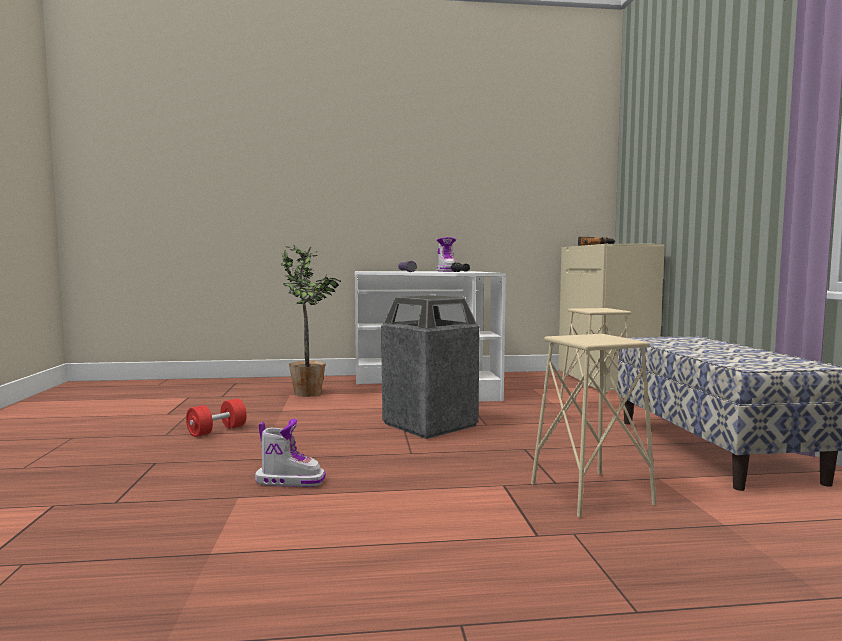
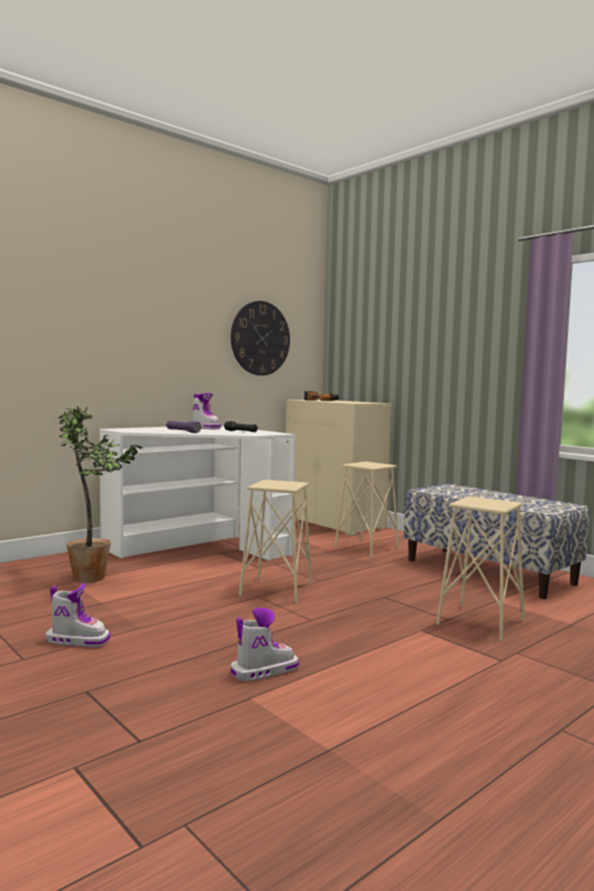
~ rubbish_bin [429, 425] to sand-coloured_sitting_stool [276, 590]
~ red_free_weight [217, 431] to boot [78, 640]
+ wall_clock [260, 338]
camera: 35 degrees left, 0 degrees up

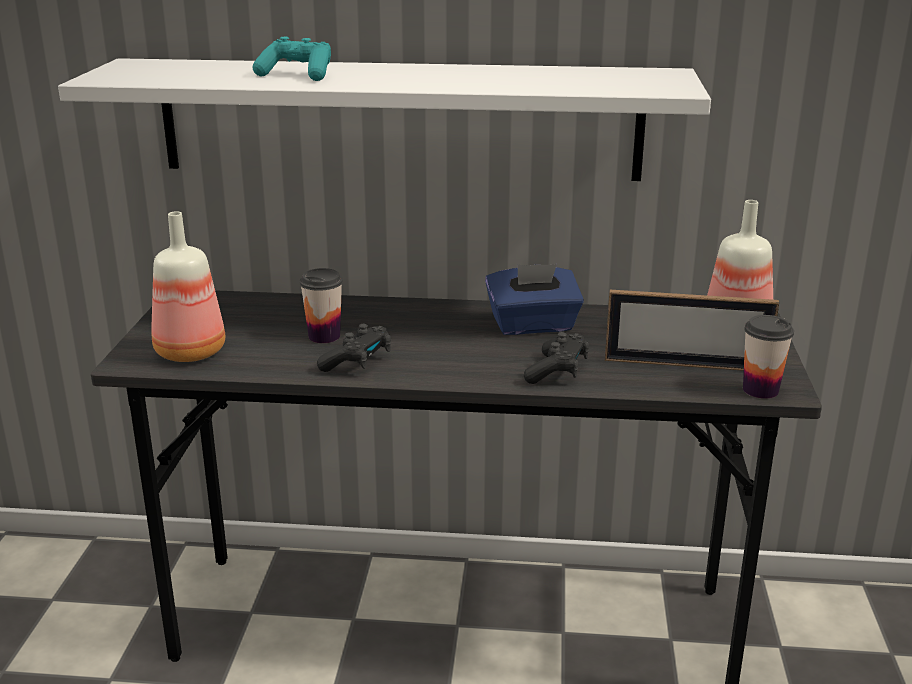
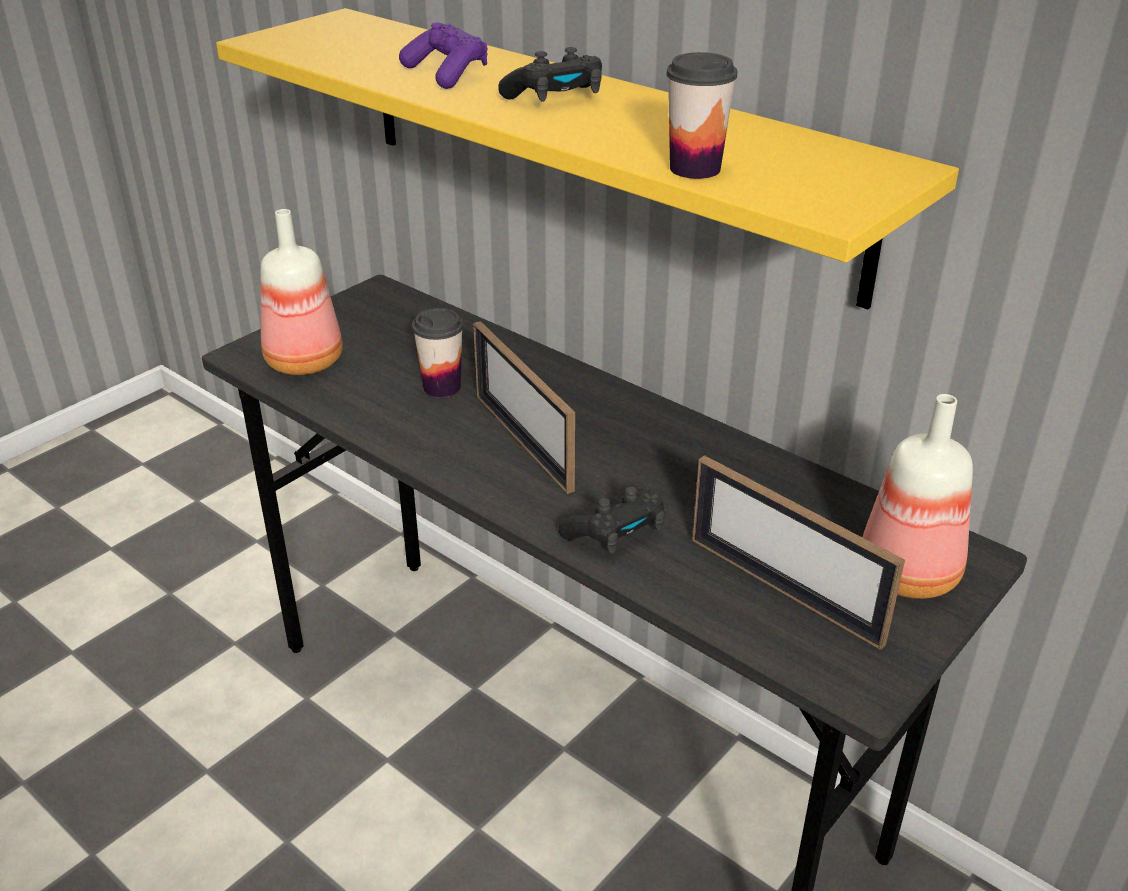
~ blue-green_game_controller [297, 75] to purple_game_controller [446, 74]
~ whitish_bracket_shelf [399, 119] to yellow-coloured_bracket_shelf [597, 145]
- bluish_tissue_holder [533, 326]
~ cup [760, 390] to [695, 169]
~ black-coloured_game_controller [357, 362] to [556, 99]
+ picture_frame [523, 441]
camera: 35 degrees right, 10 degrees up

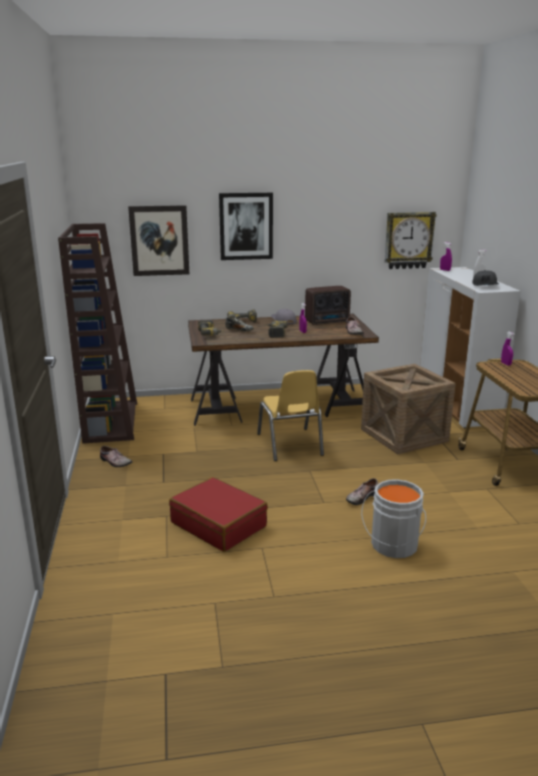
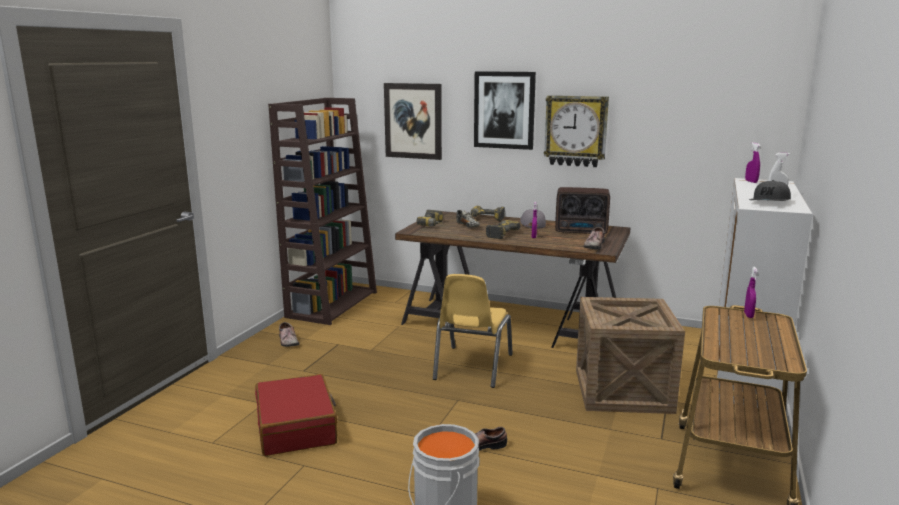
~ wall_clock [408, 240] to [576, 131]
camera: 30 degrees right, 5 degrees down

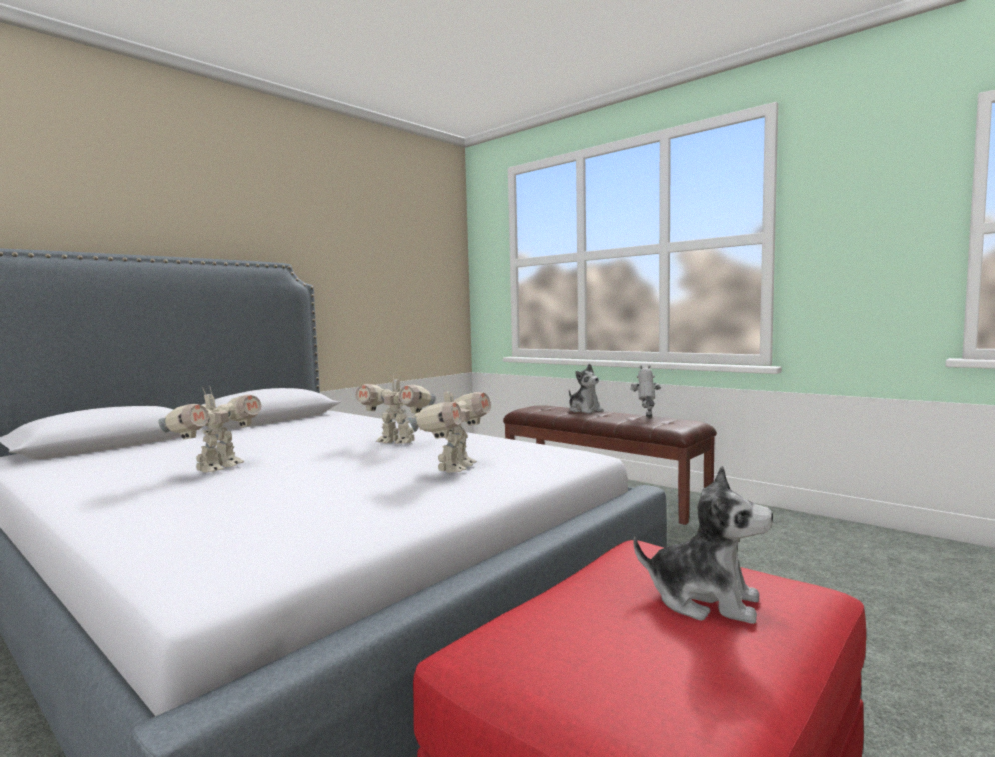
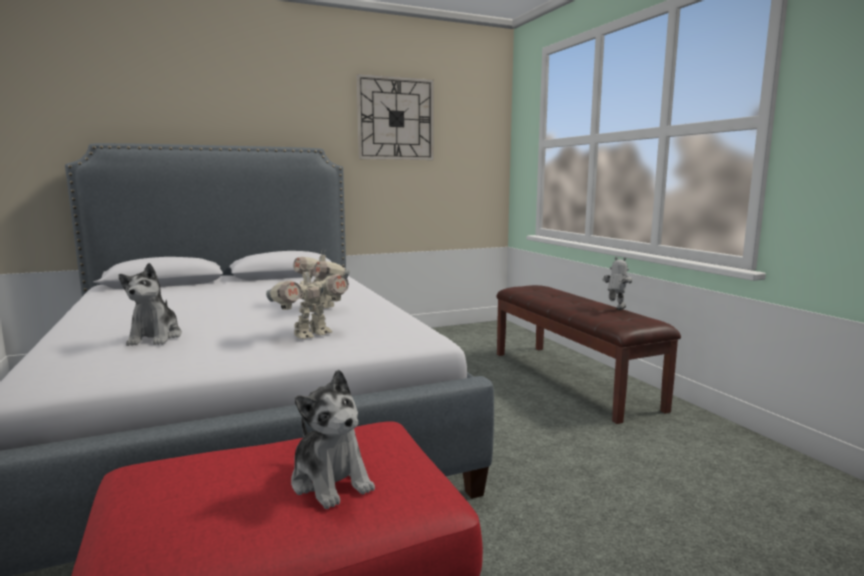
~ plush_toy [584, 410] to [155, 337]
- robot_figure [217, 468]
+ wall_clock [396, 119]
camera: 25 degrees right, 5 degrees up

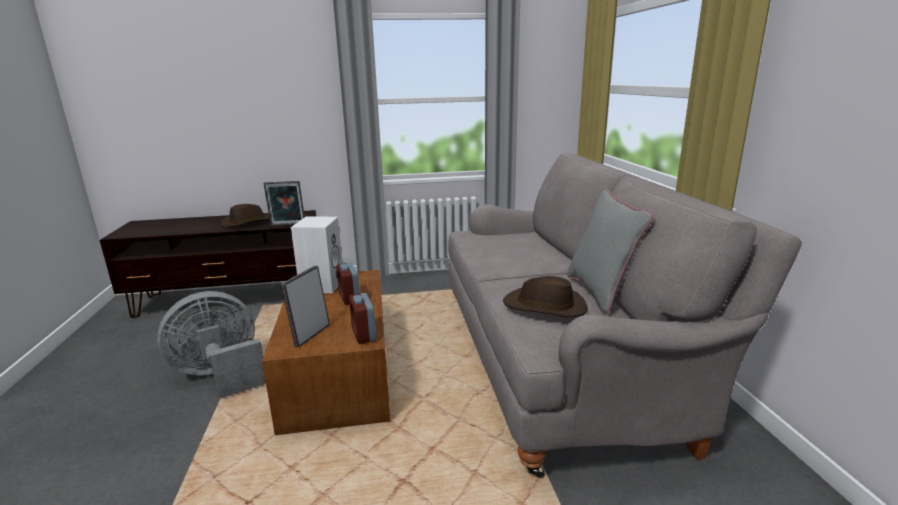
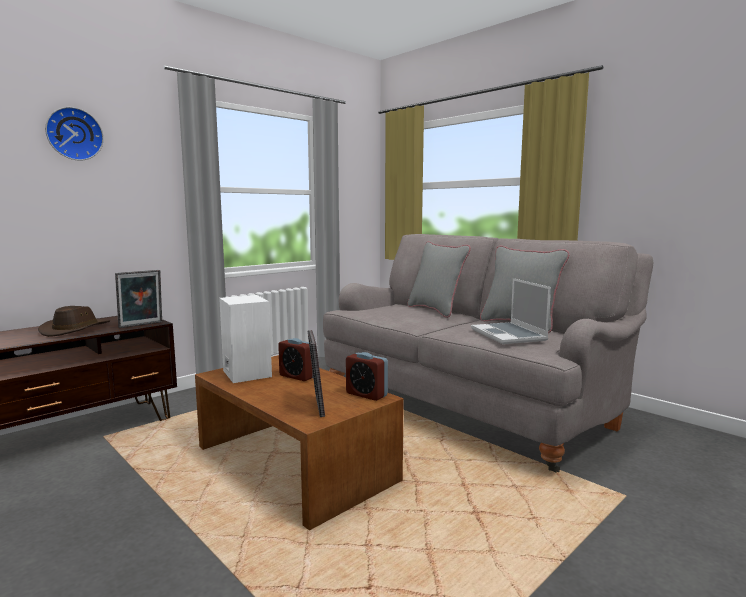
~ brown-coloured_clothing_hat [545, 306] to laptop [509, 335]
- grey_fan [221, 375]
+ wall_clock [74, 134]
+ grey_pillow [436, 310]
camera: 35 degrees left, 10 degrees down

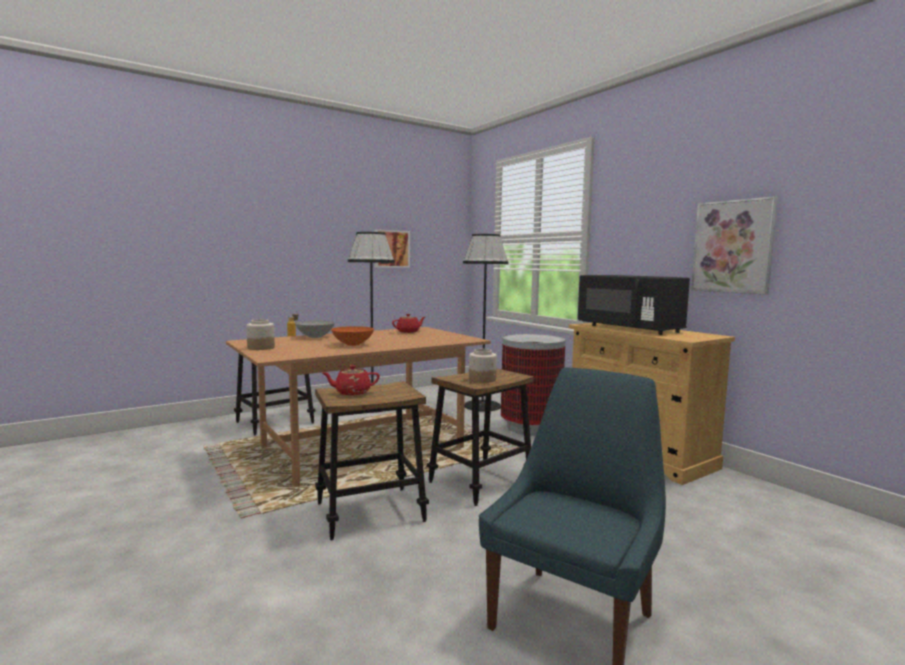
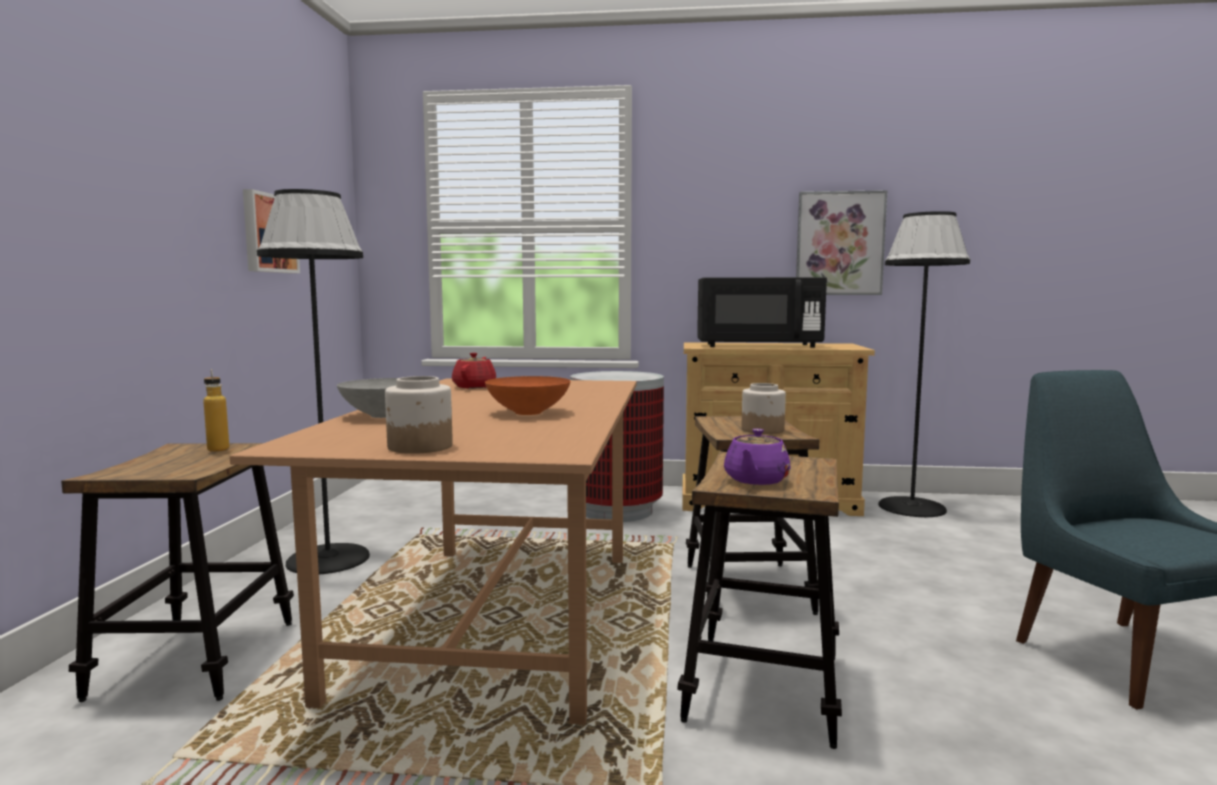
~ black-coloured_standing_lamp [482, 406] to [912, 507]
~ red_pot_for_tea [352, 392] to purple_pot_for_tea [755, 480]
camera: 50 degrees left, 0 degrees up

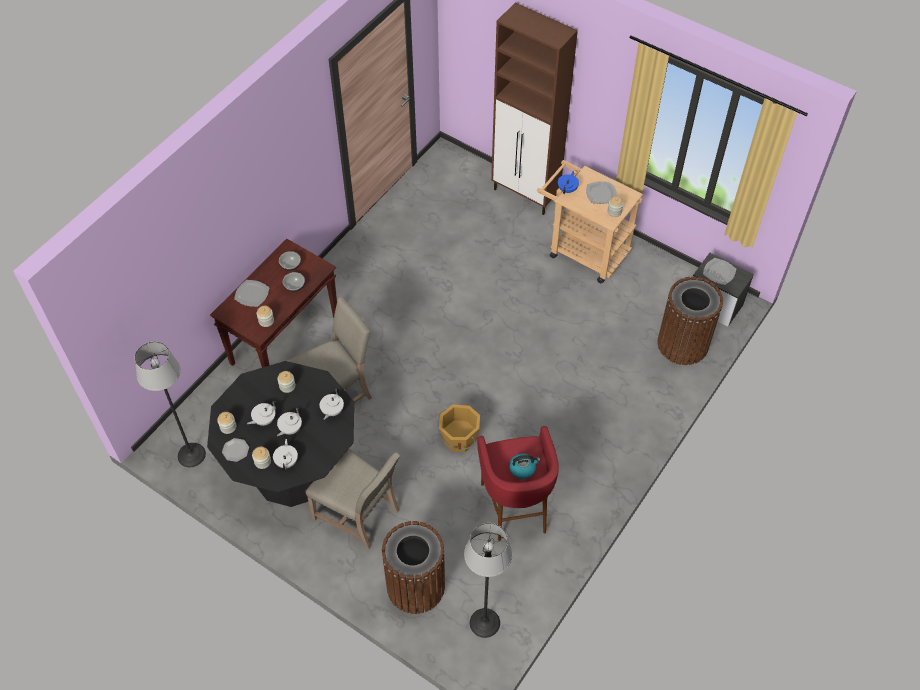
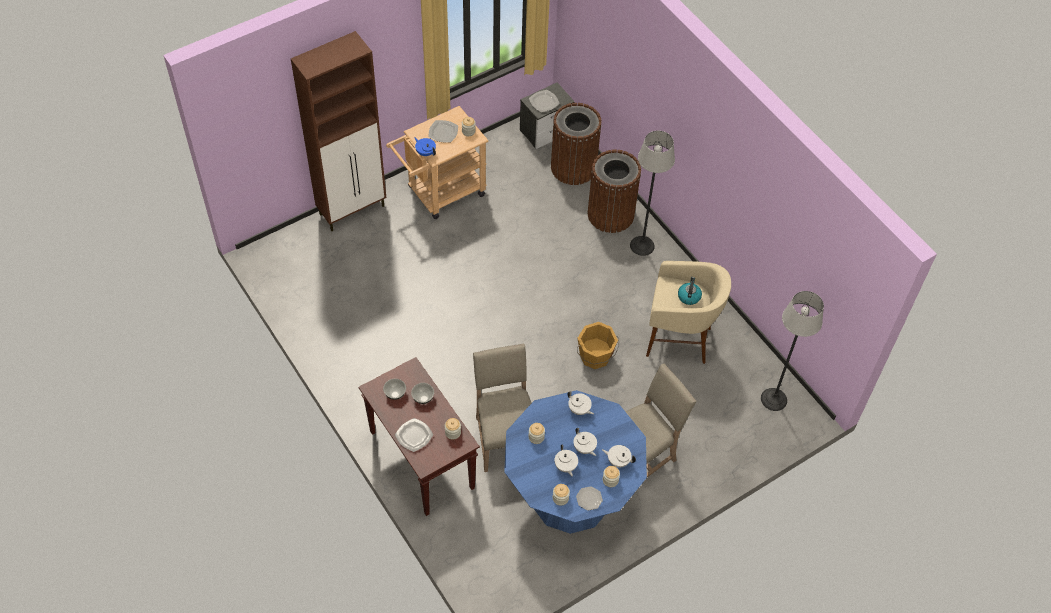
~ standing_lamp [191, 455] to [642, 246]
~ black-coloured_dining_table [293, 469] to bluish_dining_table [570, 496]
~ red_sitting_stool [515, 508] to sand-coloured_sitting_stool [679, 340]
~ brown-coloured_rubbish_bin [416, 586] to [611, 214]
camera: 70 degrees left, 0 degrees up

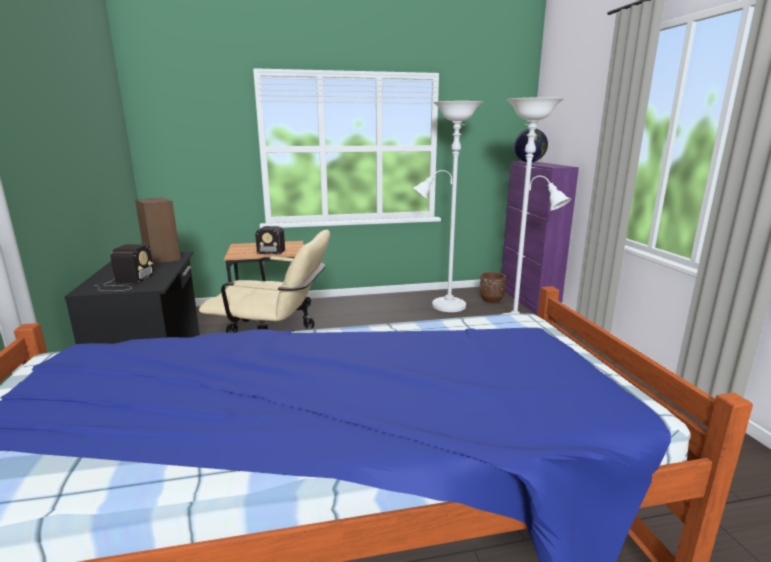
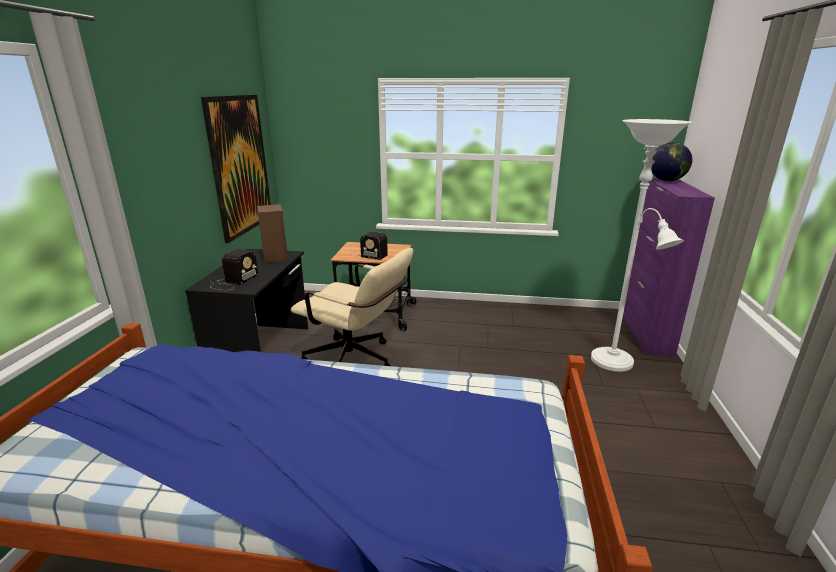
- whitish_standing_lamp [444, 306]
- brown-coloured_plant_pot [491, 299]
+ wall_picture [240, 165]
camera: 20 degrees right, 5 degrees up

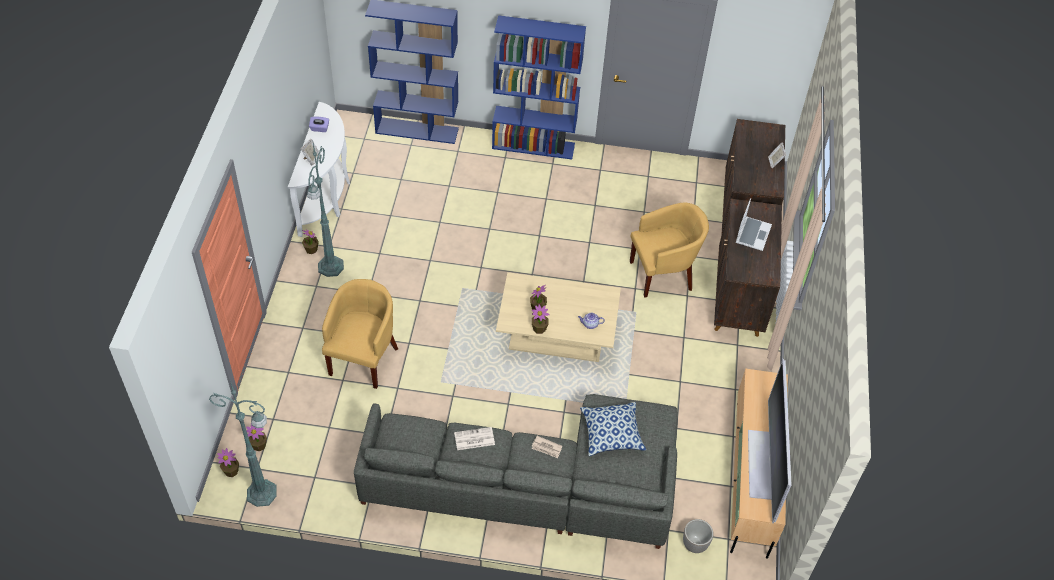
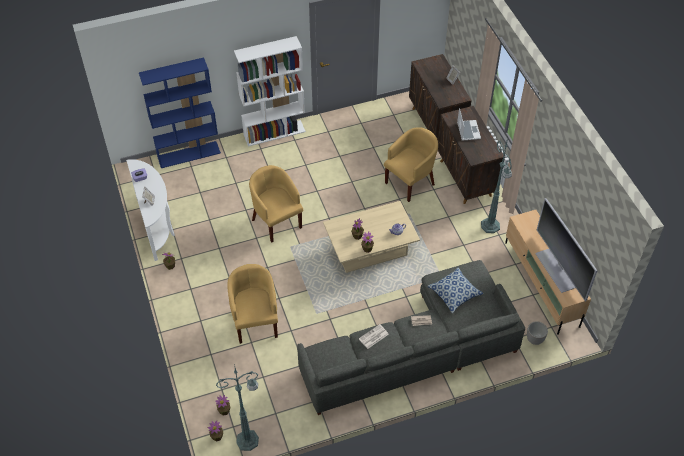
~ bluish_bookshelf [534, 146] to whitish_bookshelf [274, 133]
~ green-coloured_standing_lamp [330, 267] to [490, 226]
+ yellow-coloured_easy_chair [276, 221]
camera: 25 degrees left, 0 degrees up

